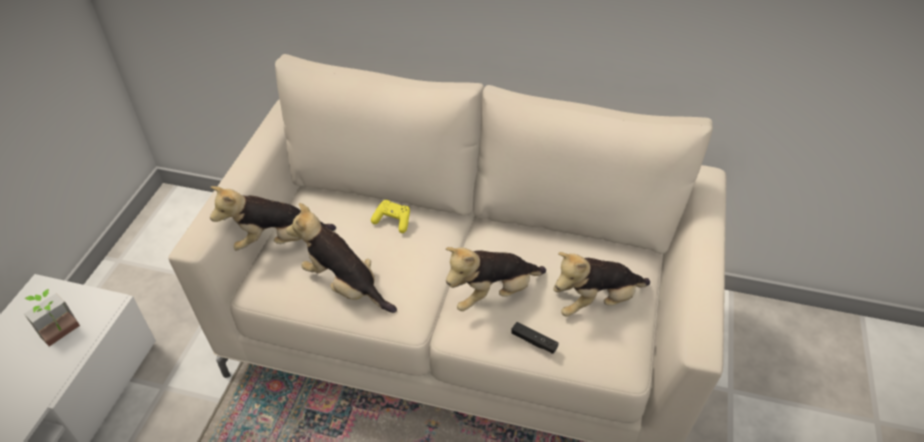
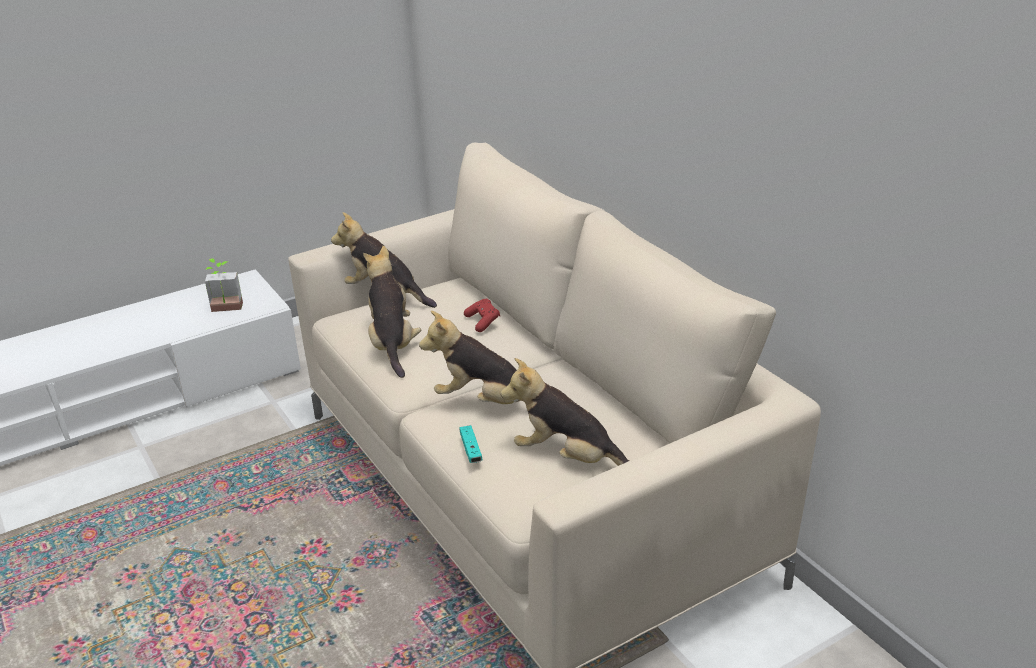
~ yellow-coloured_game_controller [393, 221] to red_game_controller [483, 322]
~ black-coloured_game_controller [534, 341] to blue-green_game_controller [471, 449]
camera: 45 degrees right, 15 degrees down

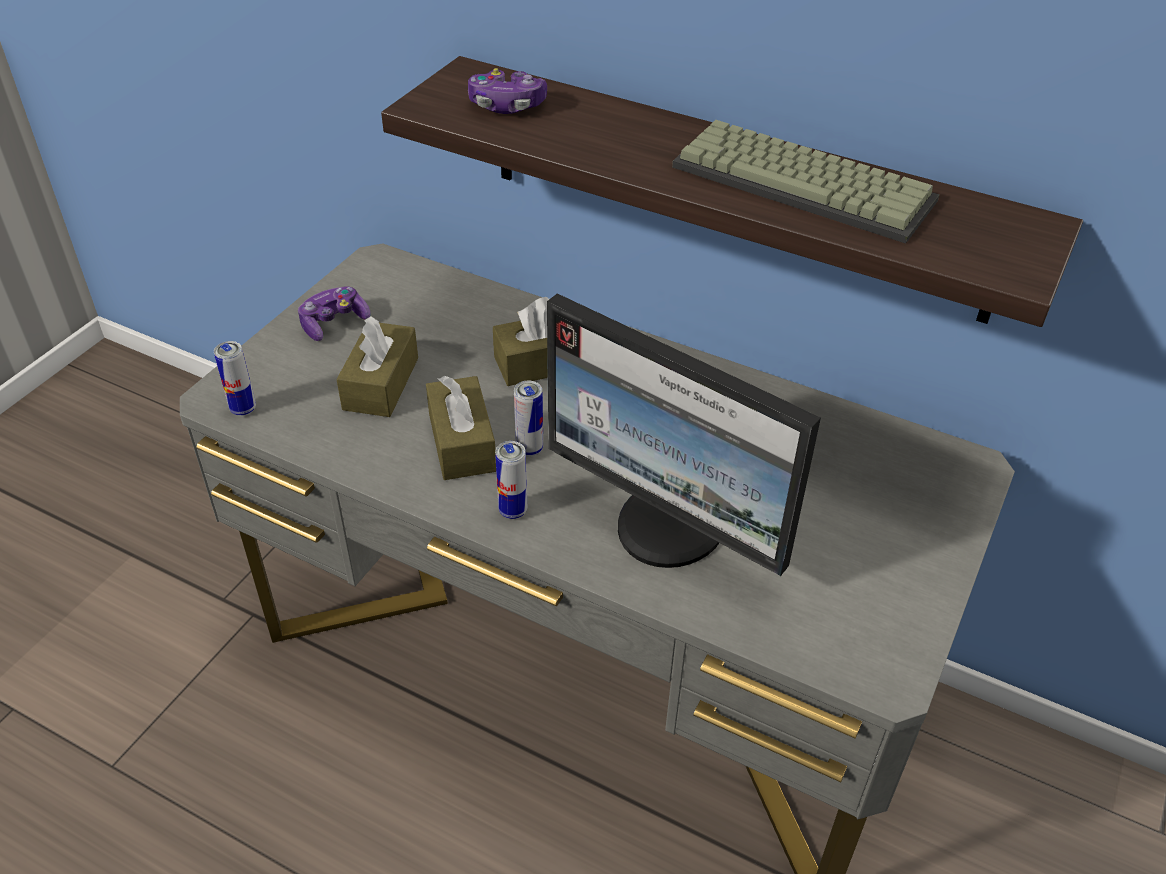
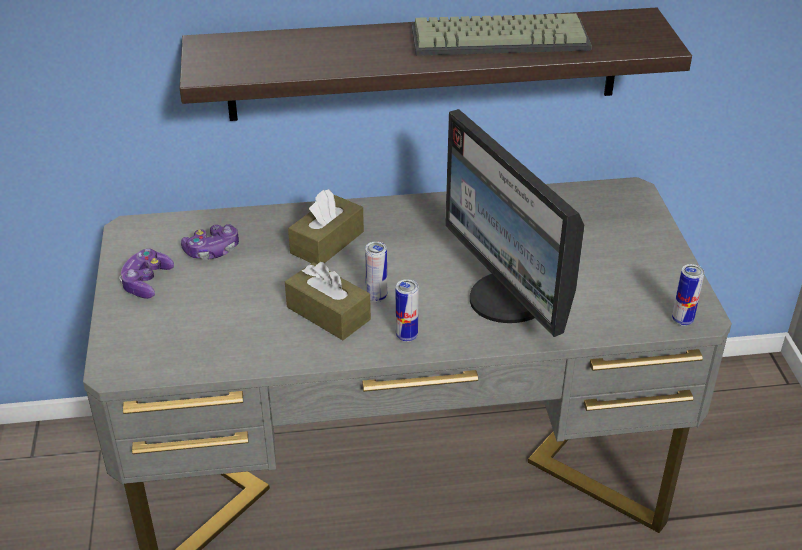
~ game_controller [506, 105] to [212, 250]
~ computer_screen [670, 527] = [509, 299] 60 degrees clockwise
- brown-coloured_tissue_holder [381, 383]
~ can [243, 409] to [682, 320]
camera: 35 degrees left, 5 degrees down

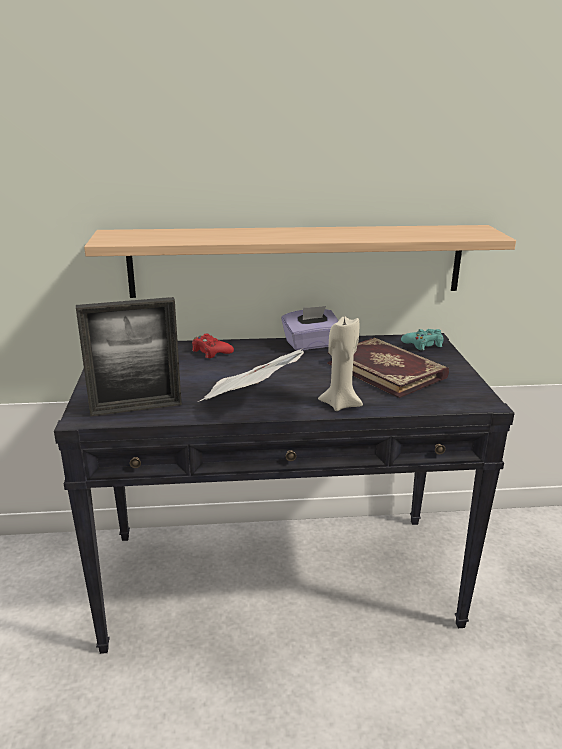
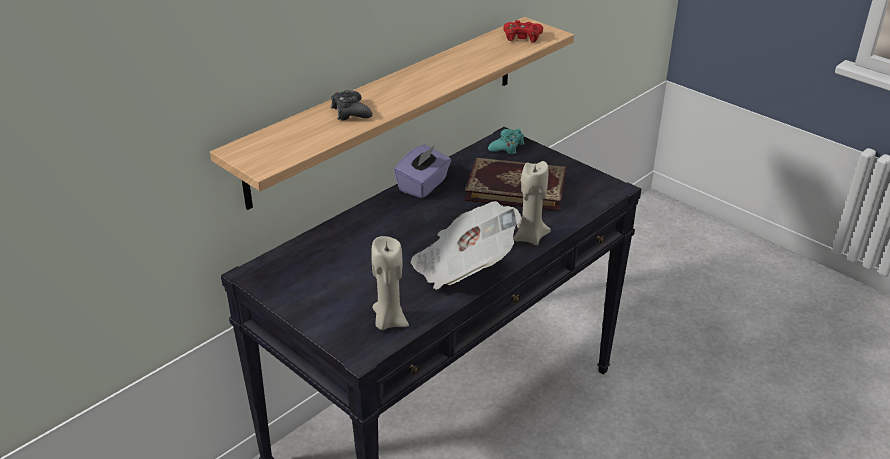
~ picture_frame [136, 408] to sand-coloured_wax_light [388, 321]
~ red_game_controller [211, 352] to [522, 37]
+ black-coloured_game_controller [350, 112]
camera: 40 degrees left, 10 degrees up

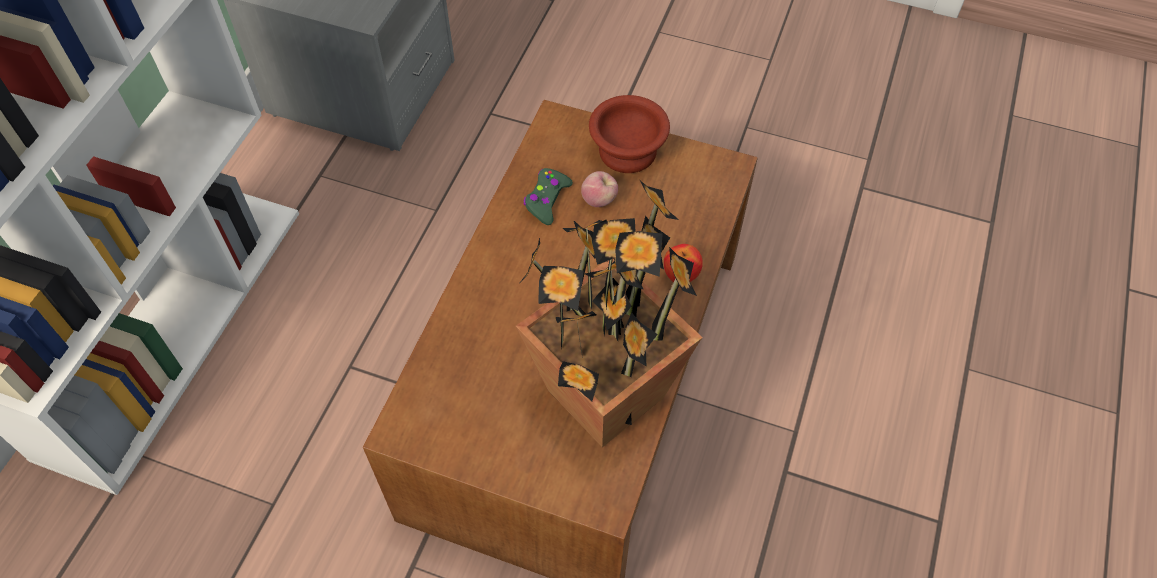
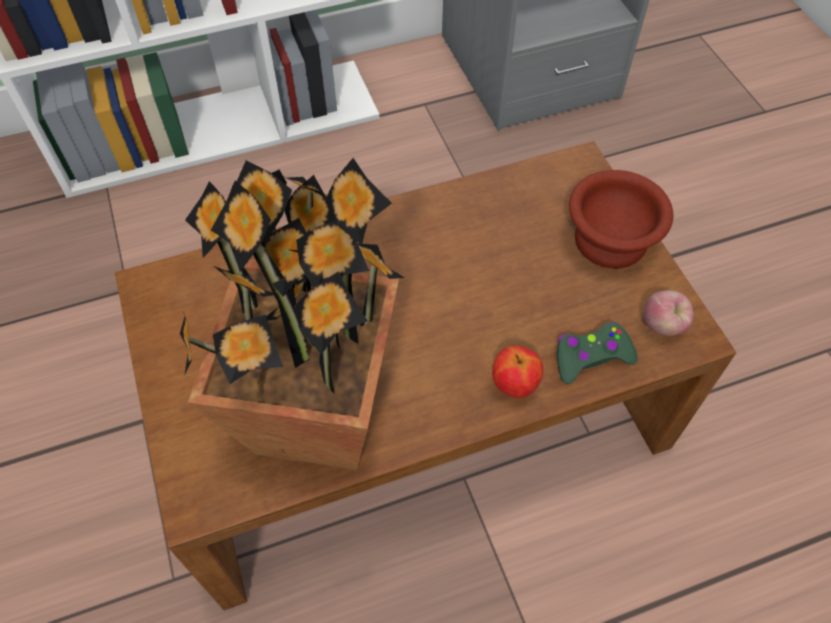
~ green-coloured_game_controller [547, 200] to [591, 357]
~ apple_fruit [599, 200] to [662, 325]
camera: 50 degrees right, 0 degrees up

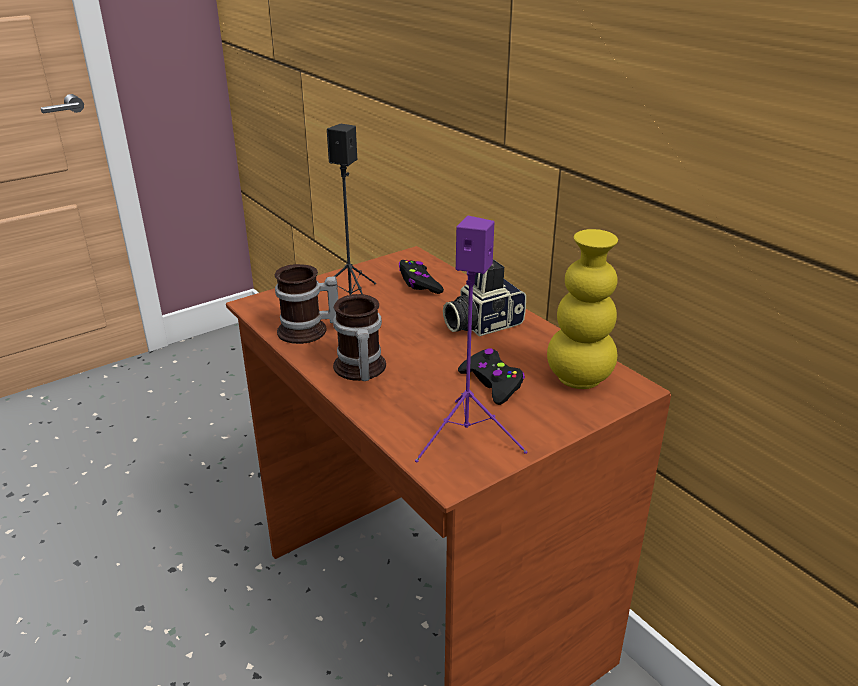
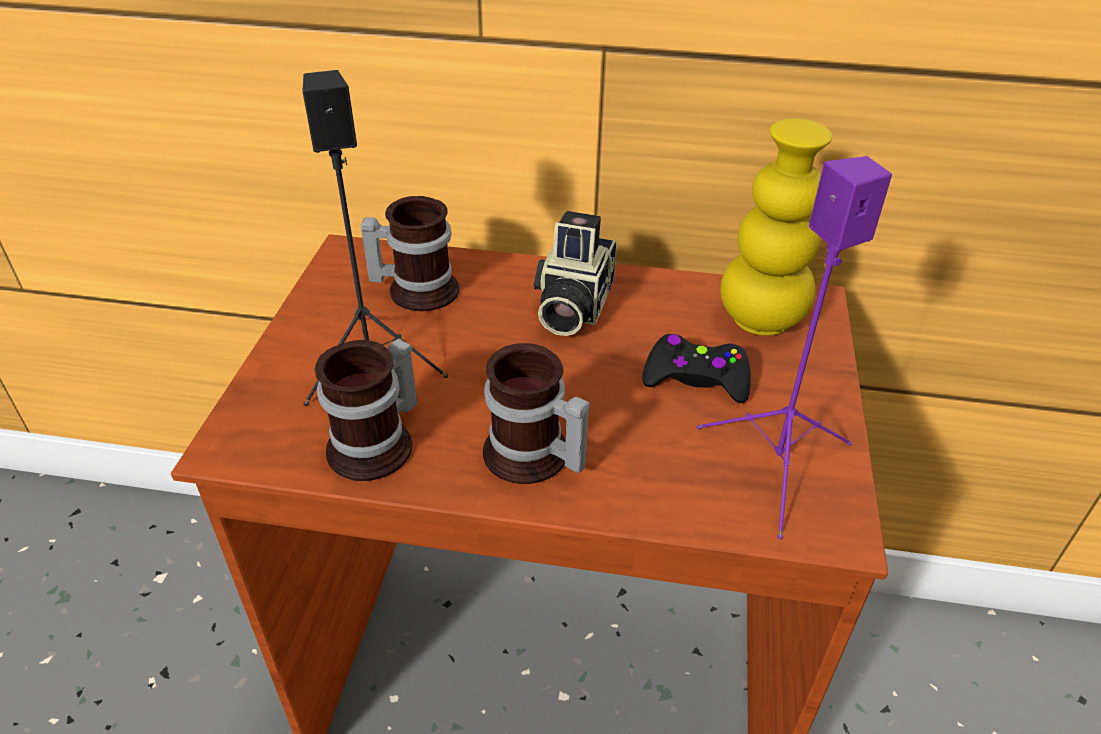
~ black-coloured_game_controller [419, 283] to mug [417, 288]
camera: 45 degrees left, 10 degrees up

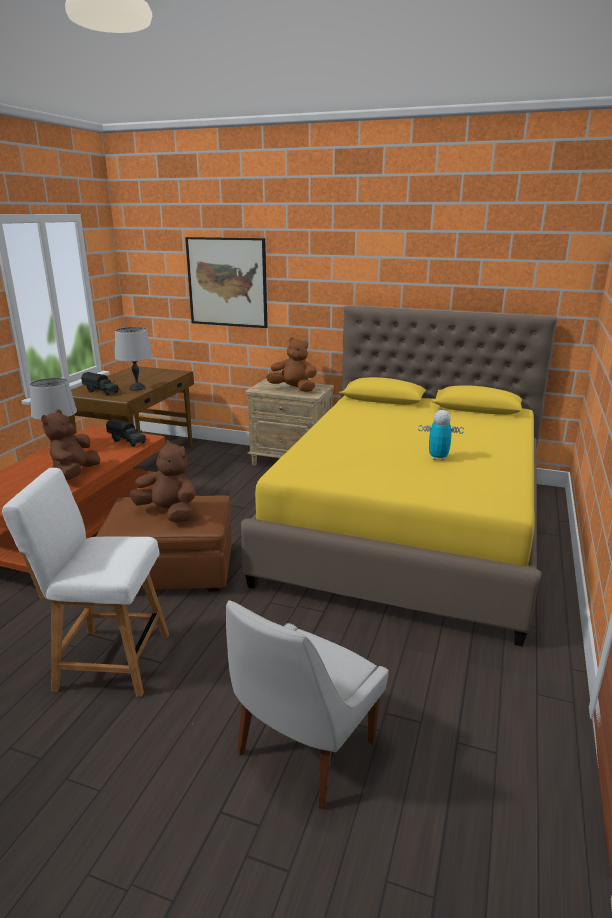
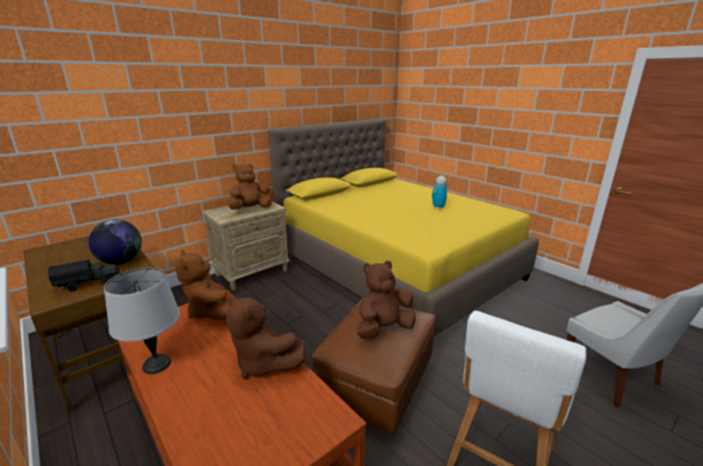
- wall_picture [227, 282]
~ grey_lamp_for_a_table [137, 388] to world_globe [121, 262]
~ model_truck [128, 441] to brown-coloured_plush_toy [211, 312]
camera: 60 degrees left, 0 degrees up

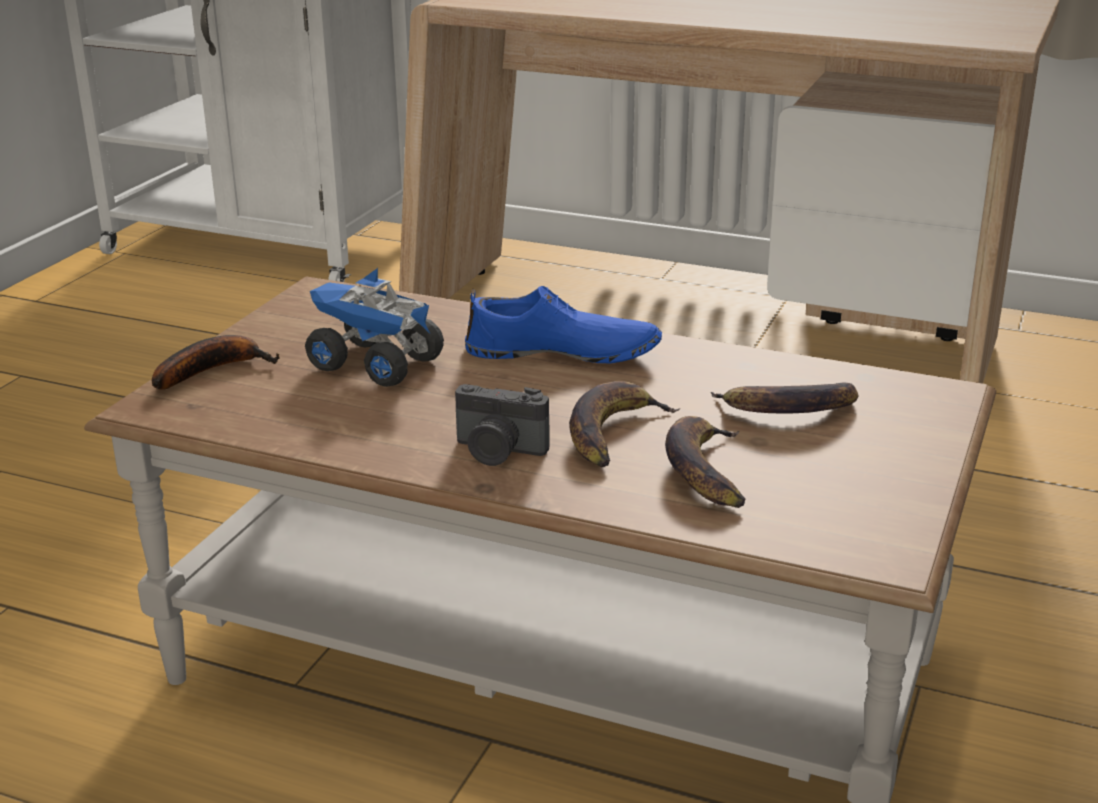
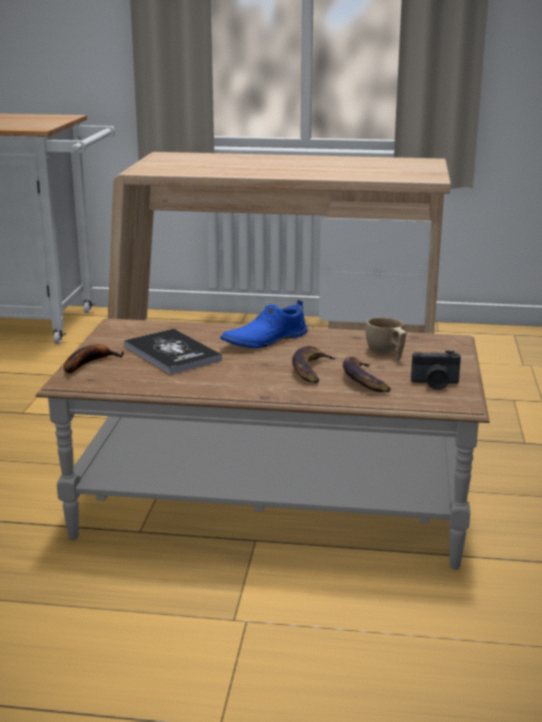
~ model_truck [373, 365] to book [172, 353]
~ bluish_item_of_footwear [562, 353] = [264, 340] 150 degrees clockwise
~ whole_banana [787, 410] to sand-coloured_cup [386, 353]
~ still_camera [498, 452] to [435, 384]
camera: 15 degrees left, 5 degrees down

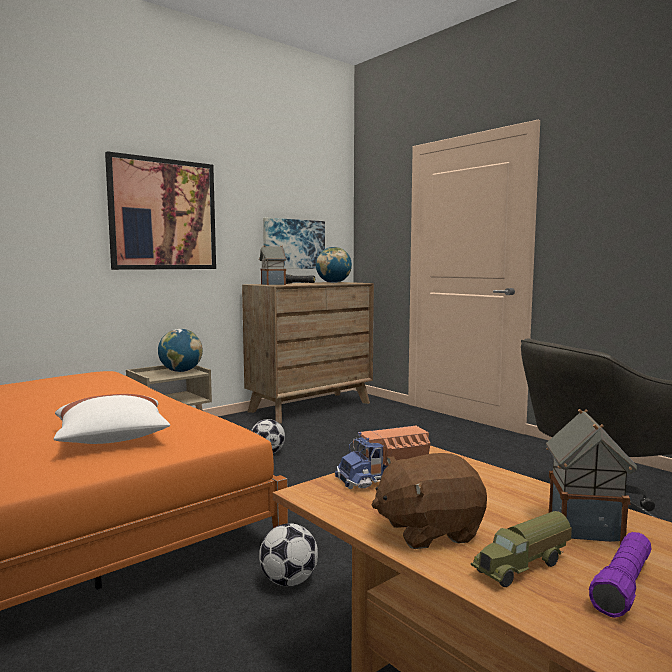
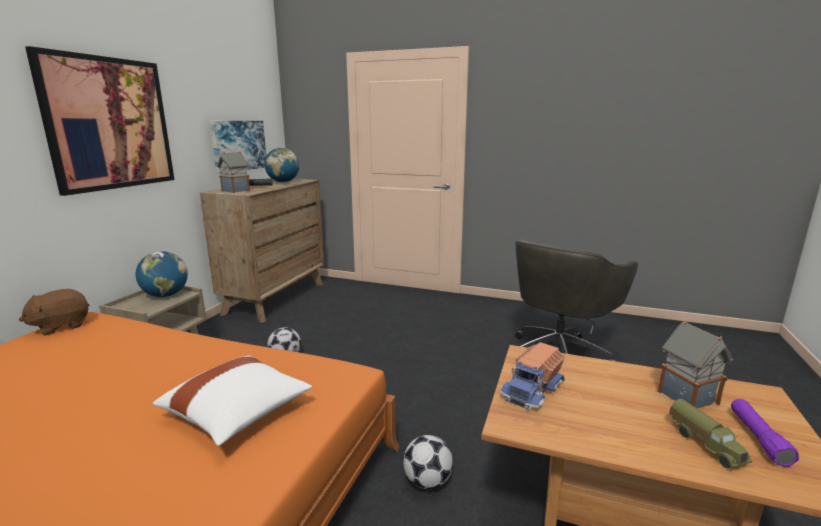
~ brown-coloured_plush_toy [428, 530] to [61, 326]
~ model_truck [523, 567] = [705, 444] 45 degrees counterclockwise
camera: 30 degrees left, 10 degrees up

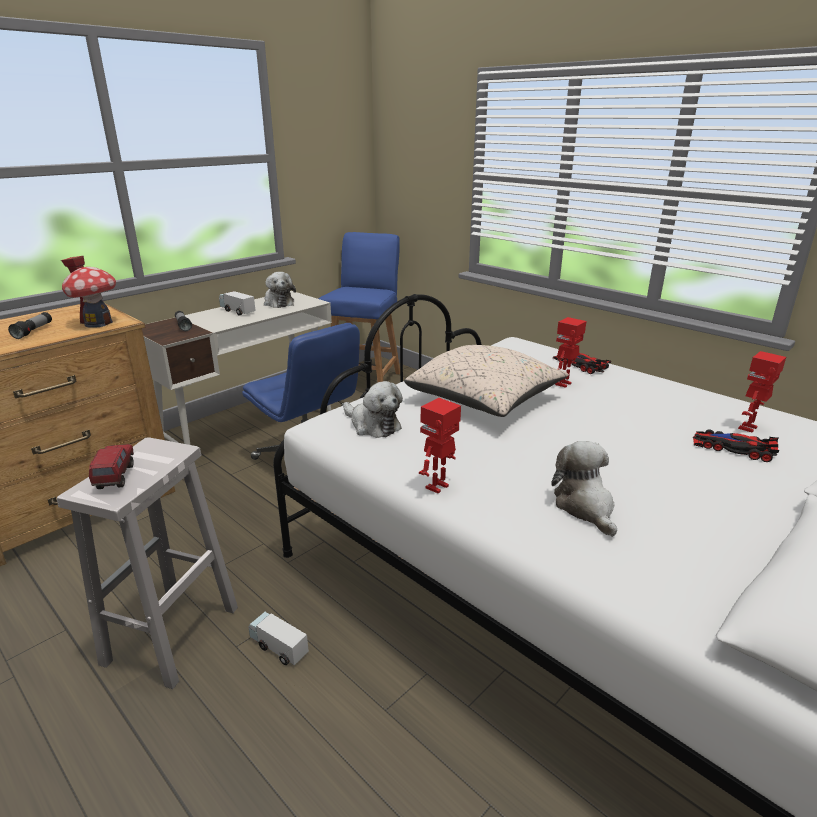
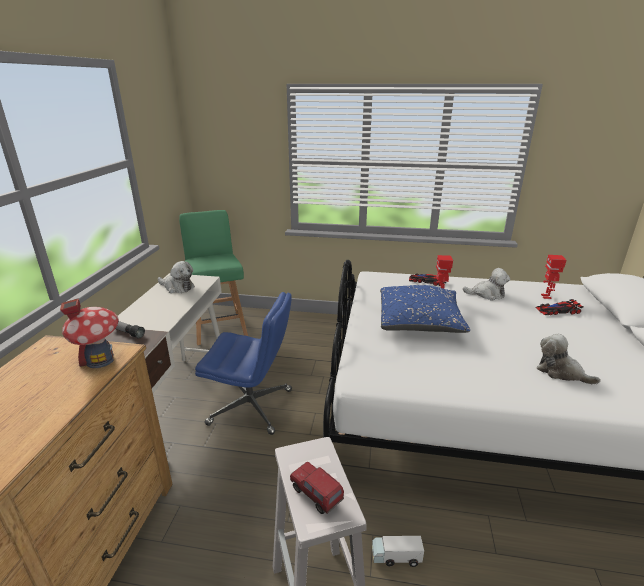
~ bluish_plain_chair [365, 380] to green-coloured_plain_chair [219, 327]
- model_truck [237, 311]
- hand_torch [33, 331]
~ sand-coloured_pillow [485, 400] to bluish_pillow [419, 322]
~ plush_toy [373, 425] to [487, 294]
- robot_figure [438, 487]
camera: 35 degrees left, 0 degrees up

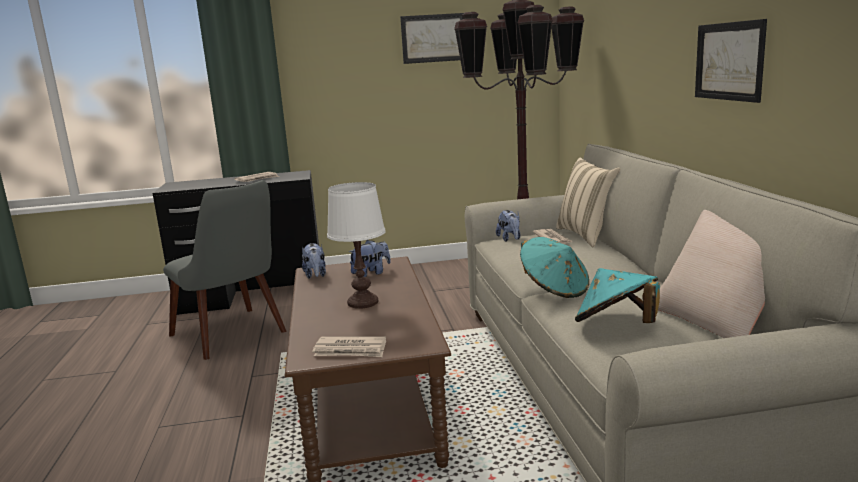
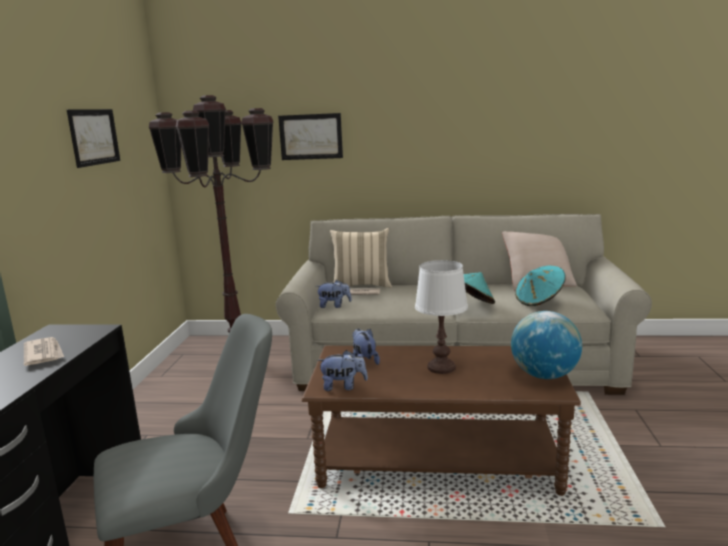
~ wall_picture [729, 61] to [311, 136]
~ daily_paper [350, 350] to world_globe [544, 375]
camera: 75 degrees left, 0 degrees up

